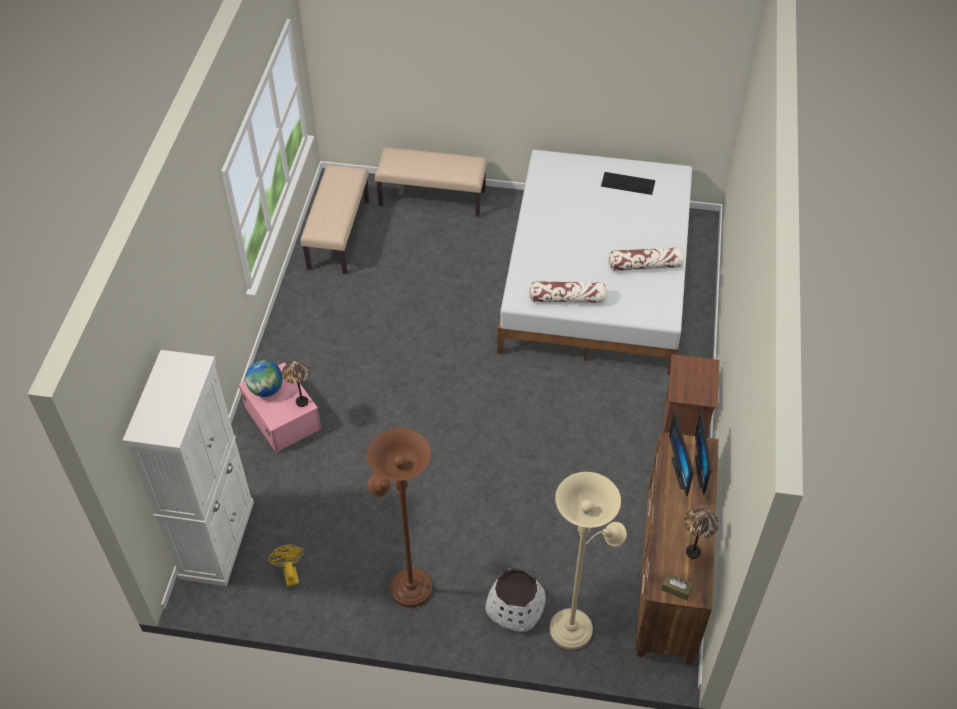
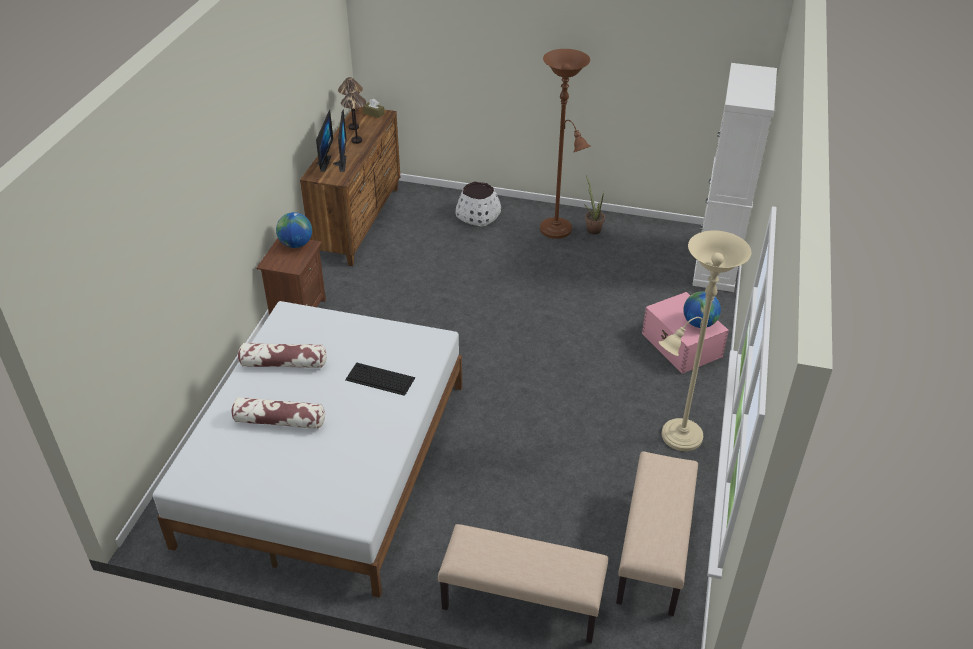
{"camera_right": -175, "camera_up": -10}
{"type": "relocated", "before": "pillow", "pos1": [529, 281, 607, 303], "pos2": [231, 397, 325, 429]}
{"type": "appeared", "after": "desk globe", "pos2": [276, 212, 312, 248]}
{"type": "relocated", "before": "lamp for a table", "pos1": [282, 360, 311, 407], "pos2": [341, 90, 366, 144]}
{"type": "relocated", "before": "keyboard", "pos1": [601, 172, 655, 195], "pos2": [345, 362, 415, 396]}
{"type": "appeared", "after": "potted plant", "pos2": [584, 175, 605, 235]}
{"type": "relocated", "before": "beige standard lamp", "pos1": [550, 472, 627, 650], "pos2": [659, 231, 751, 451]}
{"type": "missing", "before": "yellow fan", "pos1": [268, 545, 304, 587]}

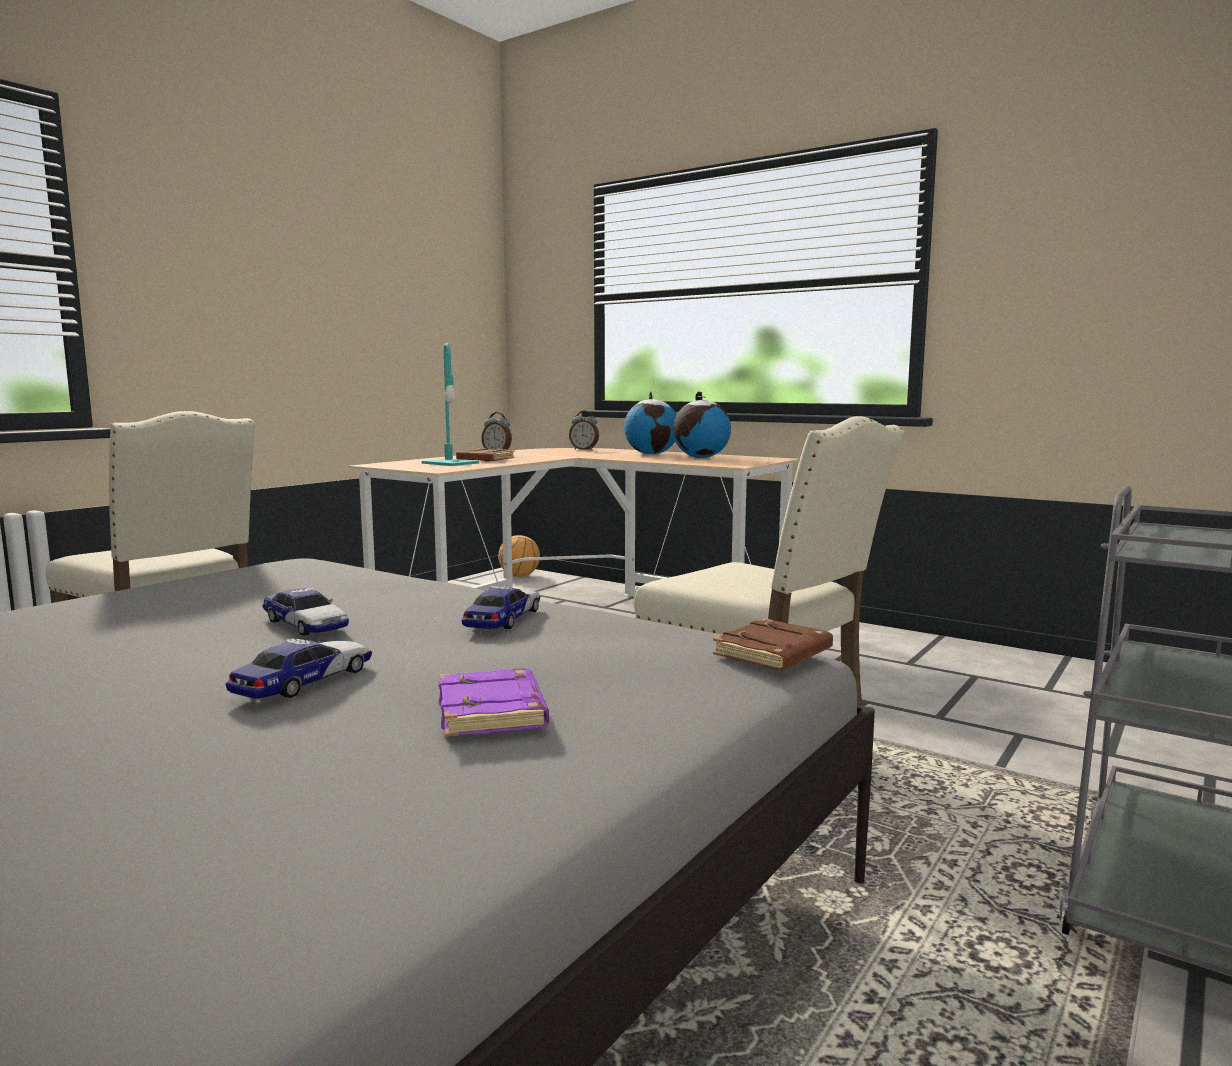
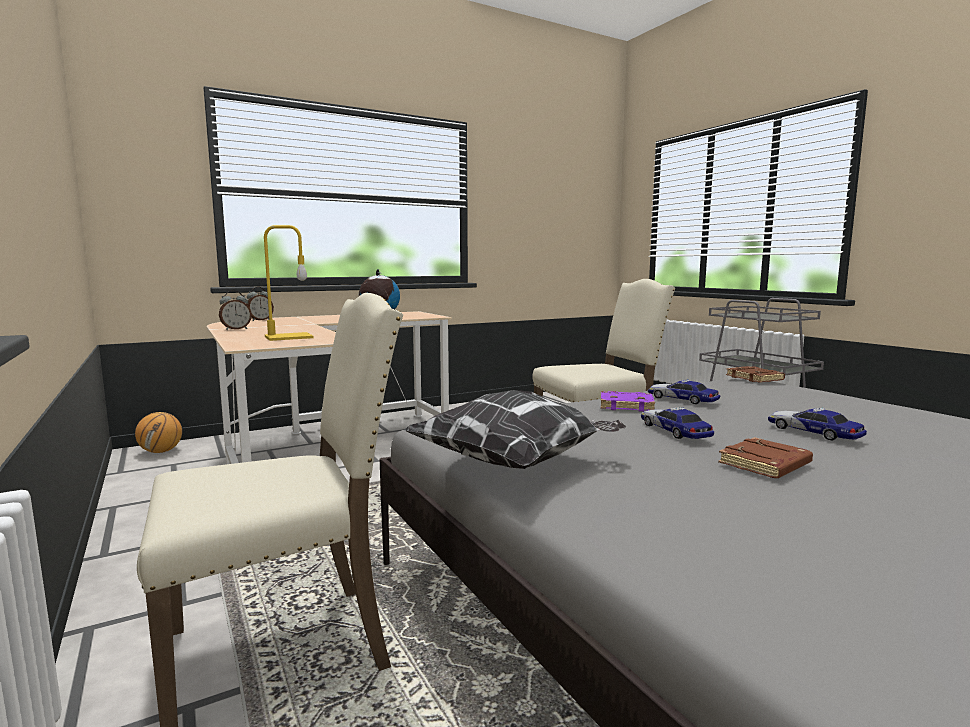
{"camera_right": -65, "camera_up": 0}
{"type": "colour", "before": "blue-green lamp for a table", "after": "yellow lamp for a table", "pos1": [422, 343, 479, 466], "pos2": [264, 225, 314, 341]}
{"type": "appeared", "after": "pillow", "pos2": [404, 390, 626, 469]}
{"type": "relocated", "before": "purple book", "pos1": [438, 668, 549, 737], "pos2": [601, 391, 655, 412]}
{"type": "spun", "before": "toy car", "pos1": [262, 588, 349, 636], "pos2": [641, 407, 714, 439], "turn": -90}
{"type": "relocated", "before": "brown book", "pos1": [456, 448, 514, 462], "pos2": [718, 437, 813, 478]}
{"type": "missing", "before": "desk globe", "pos1": [624, 391, 677, 455]}

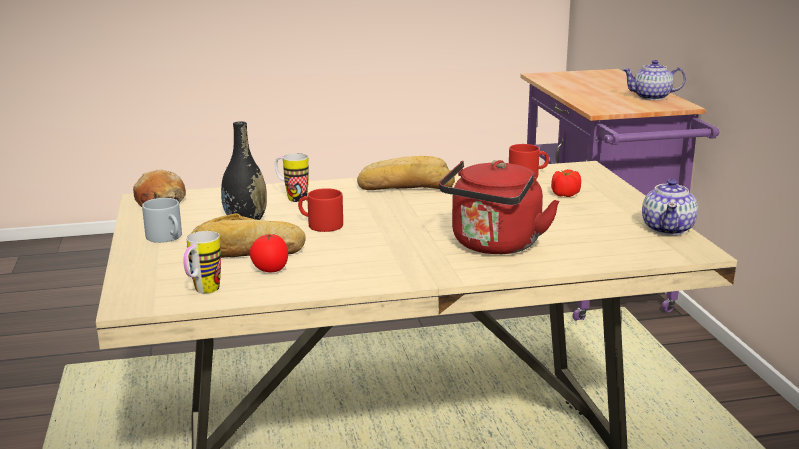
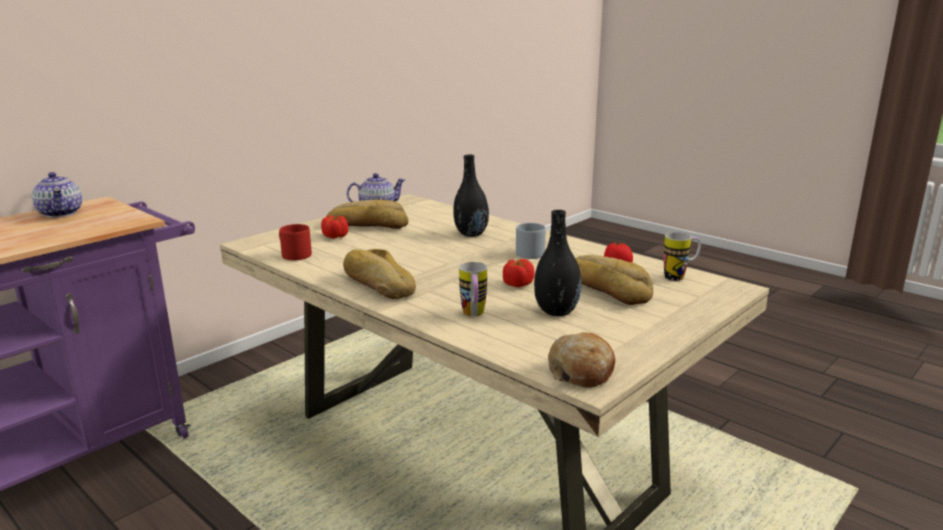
{"camera_right": -125, "camera_up": 0}
{"type": "appeared", "after": "bread", "pos2": [327, 200, 408, 229]}
{"type": "exchanged", "before": "reddish kettle", "after": "black flower vase", "pos1": [439, 160, 560, 254], "pos2": [453, 154, 489, 237]}
{"type": "exchanged", "before": "reddish tea mug", "after": "tomato", "pos1": [298, 188, 343, 232], "pos2": [503, 259, 534, 287]}
{"type": "relocated", "before": "greyish tea mug", "pos1": [142, 198, 182, 243], "pos2": [516, 223, 546, 259]}

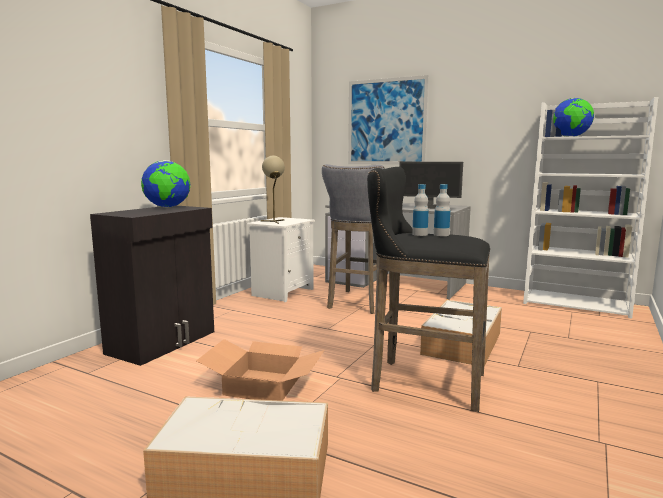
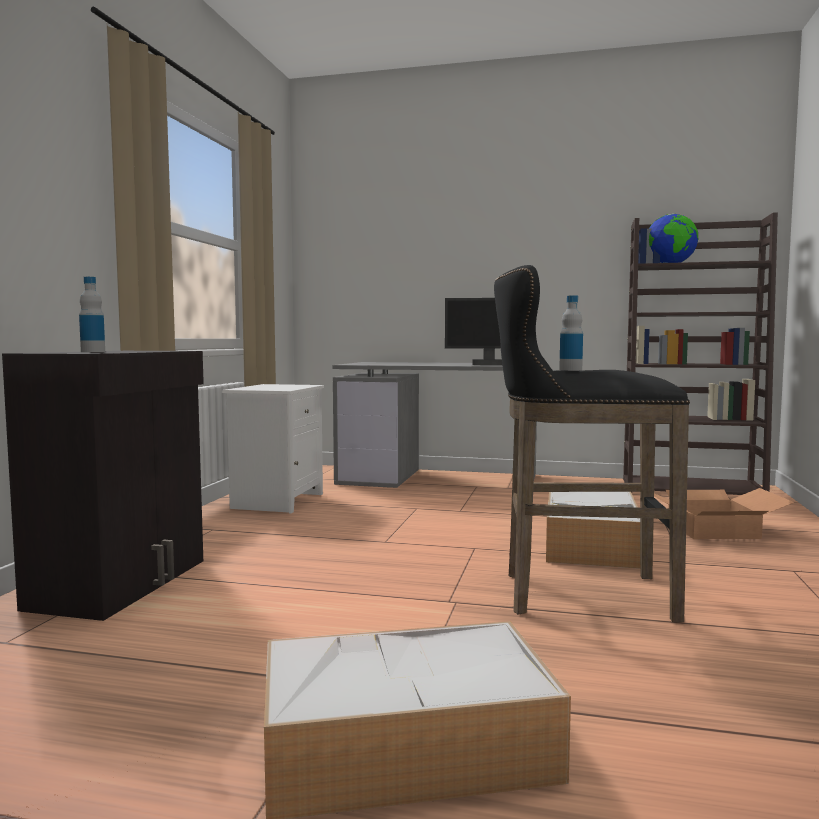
{"camera_right": -15, "camera_up": -5}
{"type": "relocated", "before": "bottle", "pos1": [434, 184, 450, 236], "pos2": [79, 277, 105, 352]}
{"type": "colour", "before": "white bookshelf", "after": "brown bookshelf", "pos1": [523, 97, 658, 319], "pos2": [623, 212, 778, 495]}
{"type": "relocated", "before": "cardboard box", "pos1": [196, 339, 325, 401], "pos2": [654, 488, 795, 539]}
{"type": "missing", "before": "desk globe", "pos1": [141, 160, 190, 207]}
{"type": "missing", "before": "beige lamp for a table", "pos1": [261, 156, 285, 224]}
{"type": "missing", "before": "greyish stool seat", "pos1": [322, 164, 390, 314]}
{"type": "missing", "before": "wall picture", "pos1": [348, 75, 429, 165]}

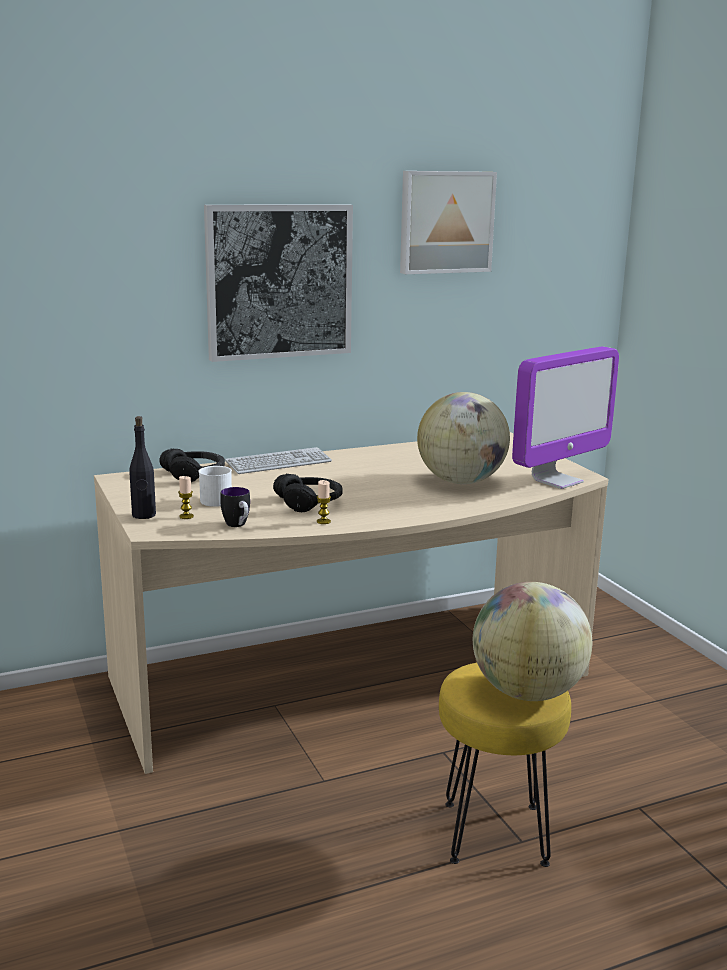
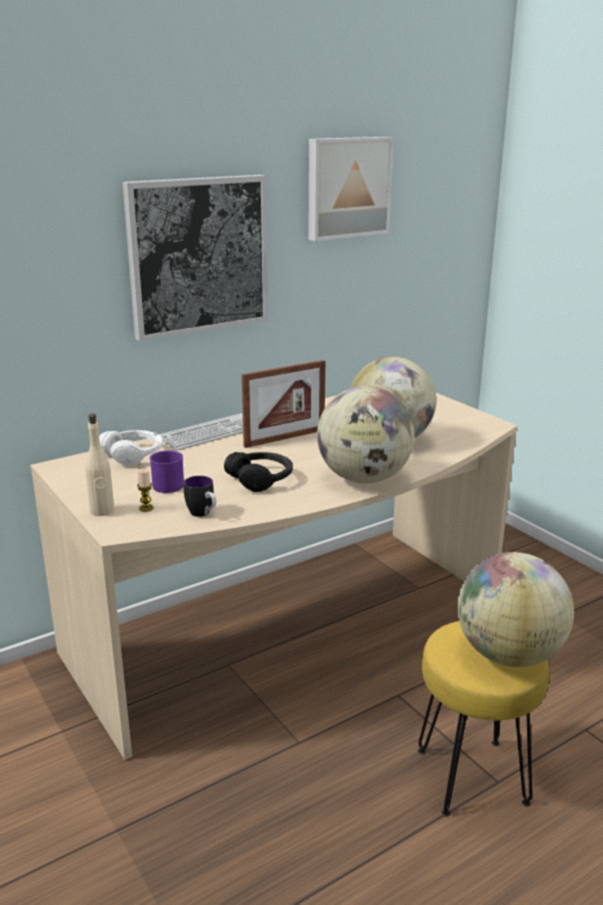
{"camera_right": -10, "camera_up": 5}
{"type": "colour", "before": "black bottle", "after": "beige bottle", "pos1": [129, 416, 156, 519], "pos2": [85, 414, 114, 516]}
{"type": "colour", "before": "black headphones", "after": "white headphones", "pos1": [159, 449, 225, 482], "pos2": [99, 430, 163, 466]}
{"type": "colour", "before": "white tea mug", "after": "purple tea mug", "pos1": [198, 466, 232, 507], "pos2": [150, 450, 184, 493]}
{"type": "appeared", "after": "standing frame", "pos2": [242, 360, 325, 448]}
{"type": "appeared", "after": "desk globe", "pos2": [317, 386, 415, 484]}
{"type": "missing", "before": "candle", "pos1": [317, 480, 331, 524]}
{"type": "missing", "before": "computer screen", "pos1": [512, 346, 619, 489]}

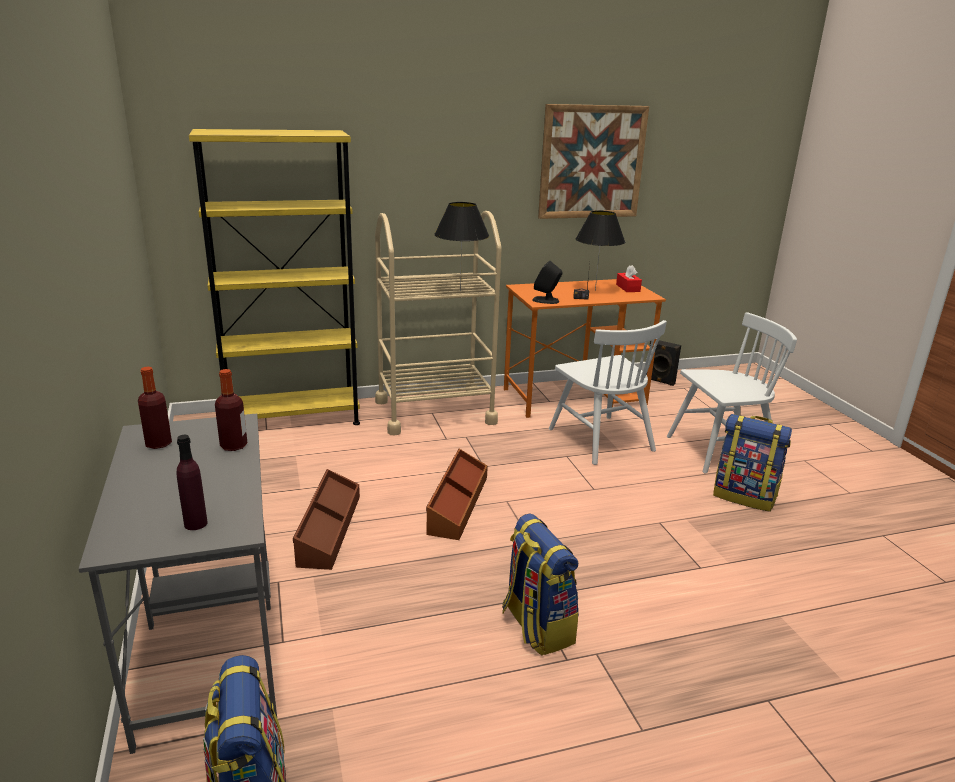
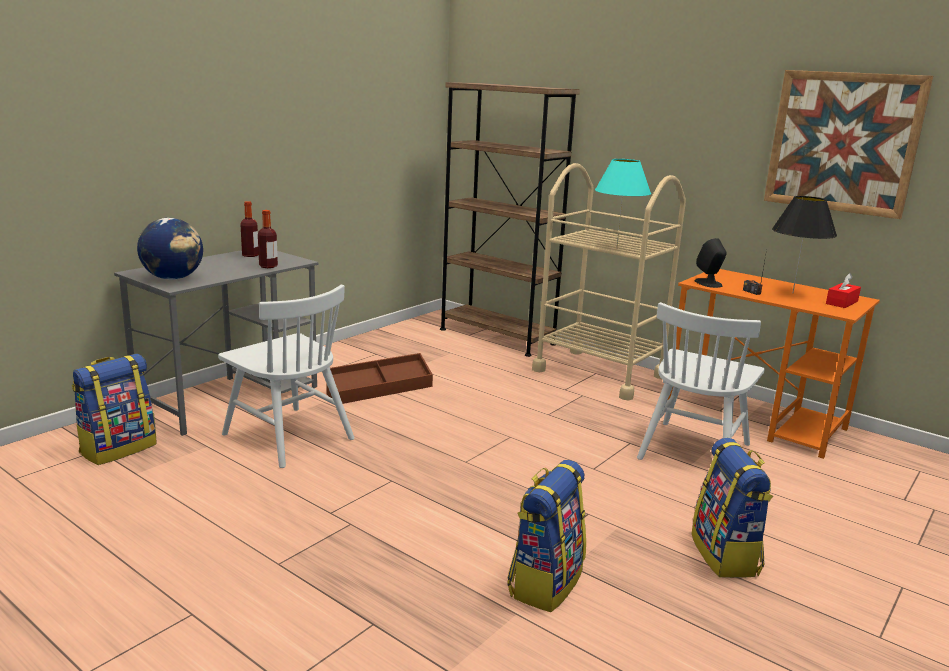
{"camera_right": 55, "camera_up": -5}
{"type": "exchanged", "before": "purple bottle", "after": "desk globe", "pos1": [177, 435, 208, 530], "pos2": [137, 218, 203, 280]}
{"type": "relocated", "before": "white chair", "pos1": [667, 312, 797, 474], "pos2": [218, 285, 355, 468]}
{"type": "colour", "before": "yellow bookshelf", "after": "brown bookshelf", "pos1": [189, 129, 360, 425], "pos2": [440, 82, 580, 357]}
{"type": "relocated", "before": "backpack", "pos1": [502, 514, 579, 655], "pos2": [507, 460, 586, 612]}
{"type": "colour", "before": "black lamp for a table", "after": "blue-green lamp for a table", "pos1": [434, 202, 489, 291], "pos2": [595, 159, 651, 249]}
{"type": "missing", "before": "brown storage box", "pos1": [426, 449, 488, 540]}
{"type": "missing", "before": "black speaker", "pos1": [646, 340, 681, 386]}

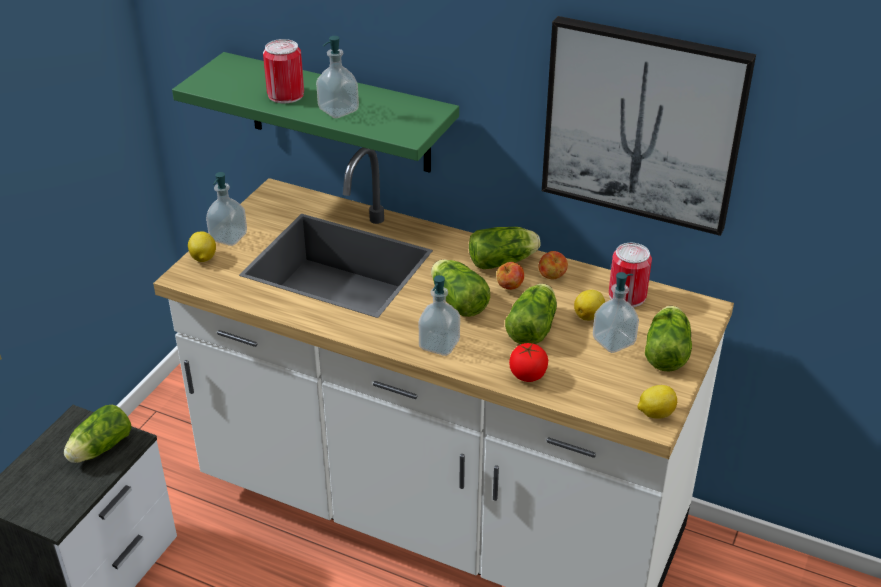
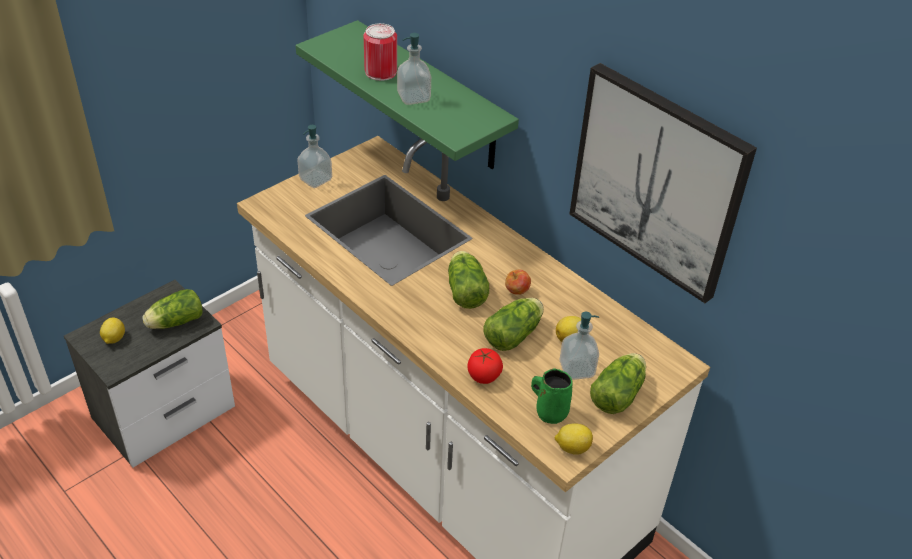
{"camera_right": 20, "camera_up": 5}
{"type": "relocated", "before": "citrus fruit", "pos1": [188, 232, 216, 262], "pos2": [100, 317, 125, 344]}
{"type": "appeared", "after": "green tea mug", "pos2": [531, 369, 573, 424]}
{"type": "missing", "before": "liquid soap bottle", "pos1": [419, 275, 460, 356]}
{"type": "missing", "before": "lettuce", "pos1": [469, 227, 541, 269]}
{"type": "missing", "before": "apple fruit", "pos1": [538, 251, 568, 279]}
{"type": "missing", "before": "sealed can", "pos1": [609, 243, 652, 307]}

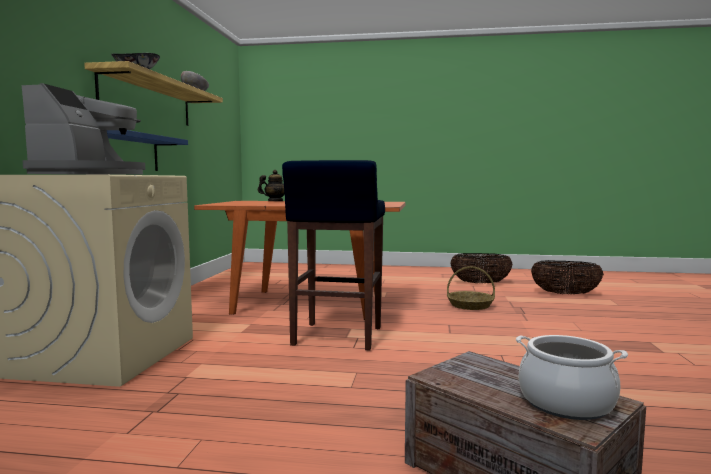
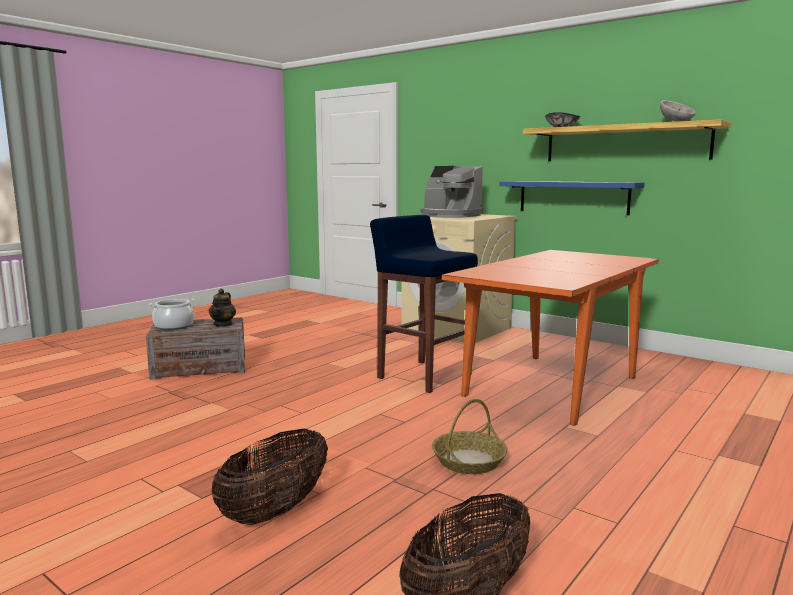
{"camera_right": 120, "camera_up": 5}
{"type": "relocated", "before": "pot for tea", "pos1": [258, 170, 285, 201], "pos2": [209, 289, 236, 327]}
{"type": "relocated", "before": "household basket", "pos1": [450, 253, 513, 284], "pos2": [211, 428, 328, 525]}

